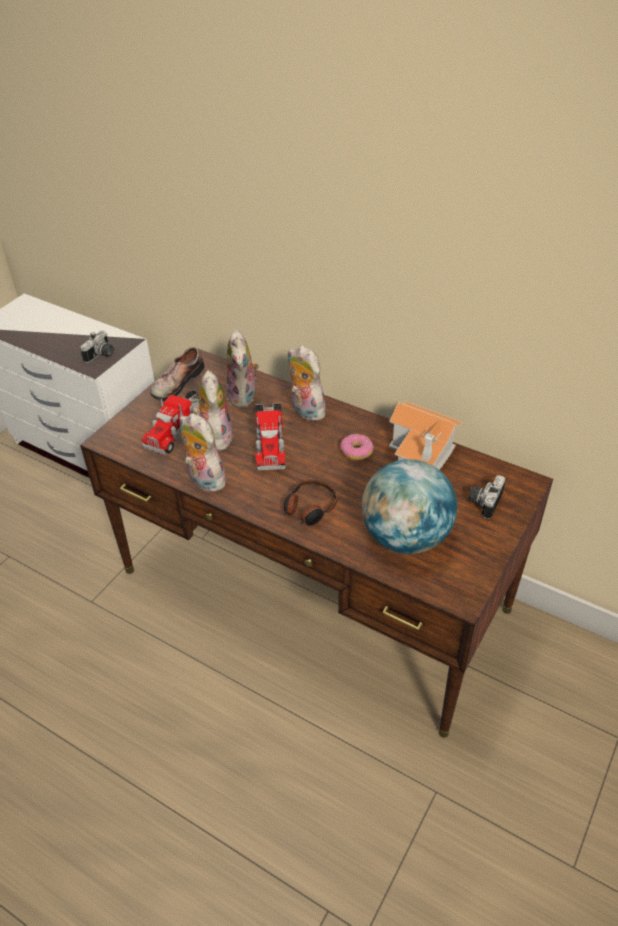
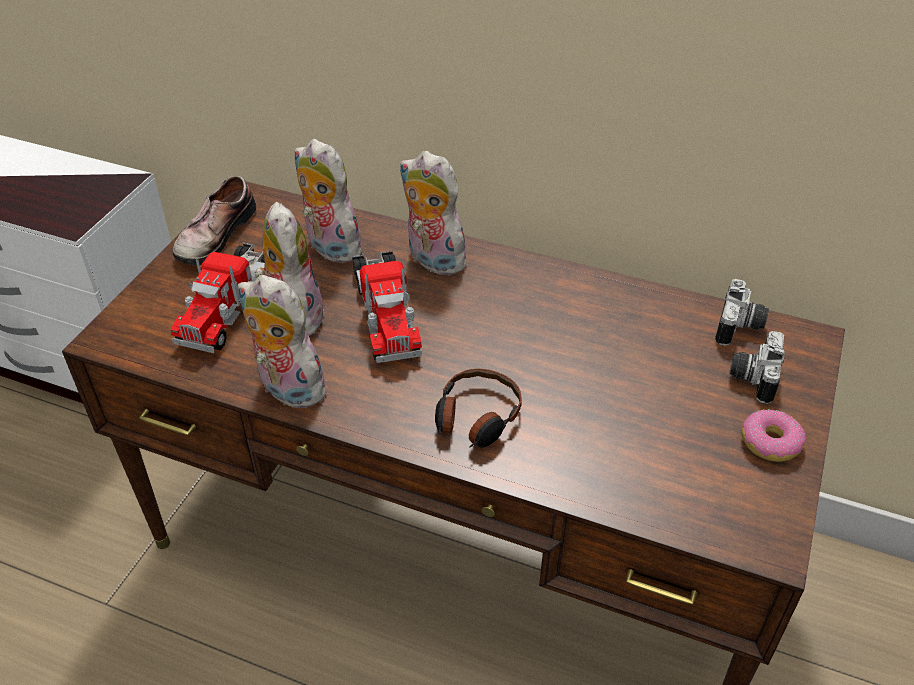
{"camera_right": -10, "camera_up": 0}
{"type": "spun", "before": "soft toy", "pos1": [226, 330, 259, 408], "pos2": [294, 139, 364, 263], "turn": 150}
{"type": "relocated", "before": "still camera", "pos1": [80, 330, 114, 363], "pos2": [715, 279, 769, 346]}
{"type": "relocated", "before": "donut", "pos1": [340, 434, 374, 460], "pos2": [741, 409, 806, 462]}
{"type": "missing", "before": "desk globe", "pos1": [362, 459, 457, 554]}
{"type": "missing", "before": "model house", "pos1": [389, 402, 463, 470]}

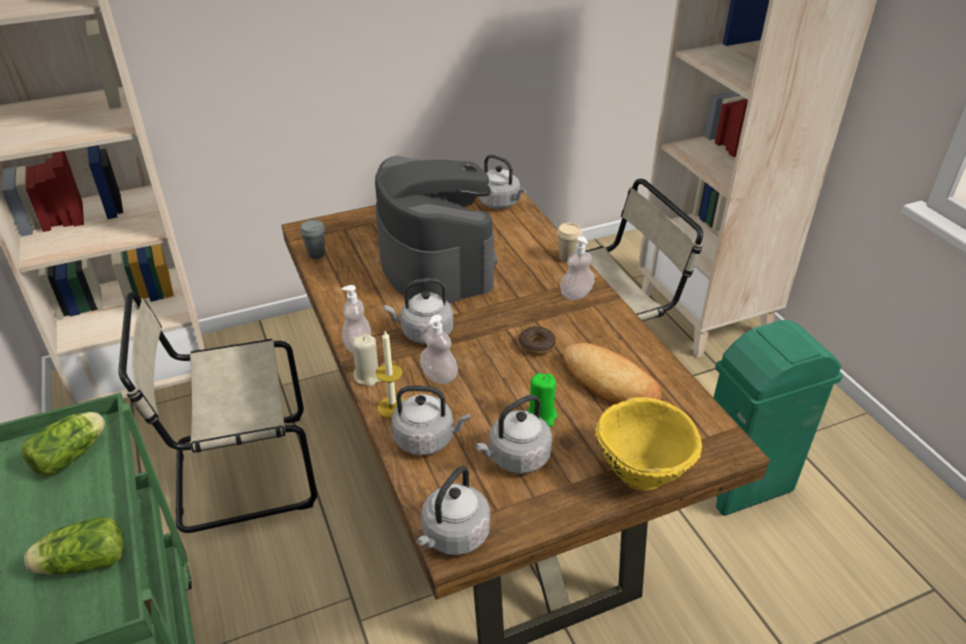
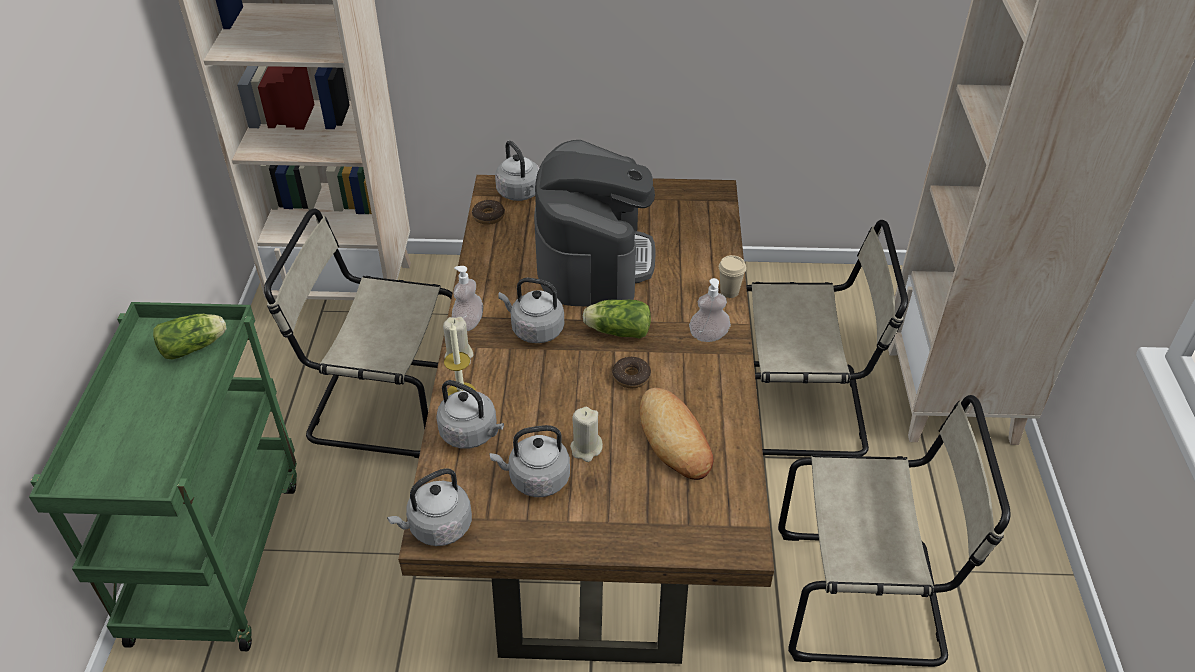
{"camera_right": 25, "camera_up": 5}
{"type": "exchanged", "before": "greyish drinking cup", "after": "donut", "pos1": [300, 220, 325, 259], "pos2": [472, 200, 505, 225]}
{"type": "relocated", "before": "greyish kettle", "pos1": [479, 154, 526, 209], "pos2": [495, 140, 539, 201]}
{"type": "colour", "before": "green candle", "after": "beige candle", "pos1": [528, 373, 557, 427], "pos2": [570, 407, 603, 462]}
{"type": "relocated", "before": "lettuce", "pos1": [24, 517, 124, 575], "pos2": [583, 300, 651, 339]}
{"type": "exchanged", "before": "green trash can", "after": "beige chair", "pos1": [713, 320, 843, 516], "pos2": [778, 395, 1011, 667]}
{"type": "missing", "before": "liquid soap bottle", "pos1": [420, 315, 458, 384]}
{"type": "missing", "before": "yellow serving bowl", "pos1": [595, 397, 702, 491]}

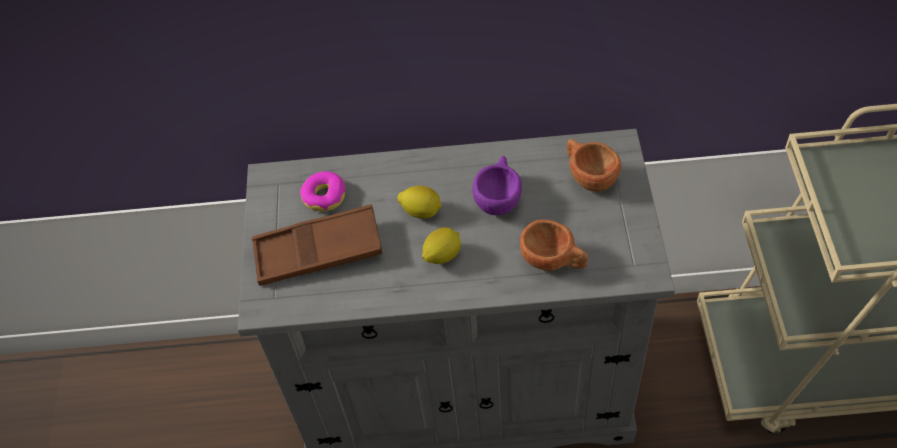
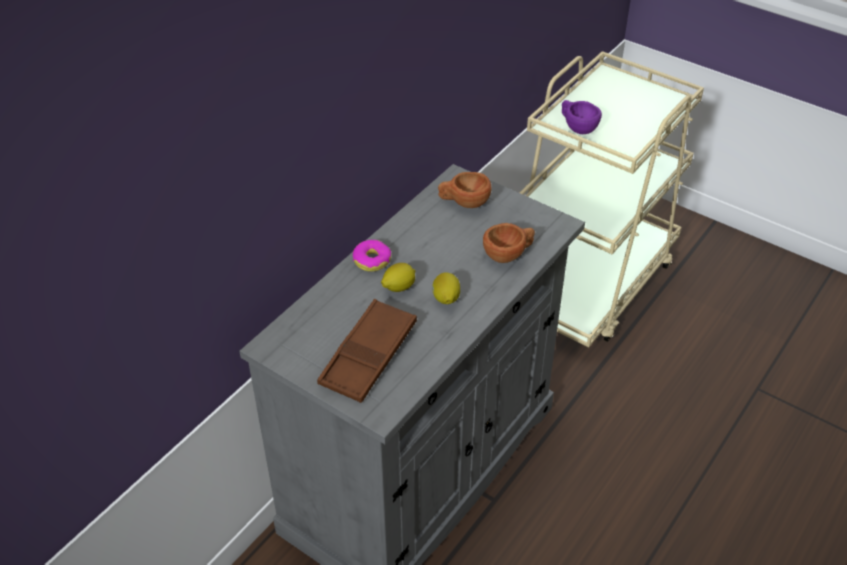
{"camera_right": -55, "camera_up": -10}
{"type": "relocated", "before": "donut", "pos1": [300, 171, 345, 211], "pos2": [353, 240, 391, 272]}
{"type": "relocated", "before": "purple drinking cup", "pos1": [472, 156, 522, 215], "pos2": [562, 100, 602, 134]}

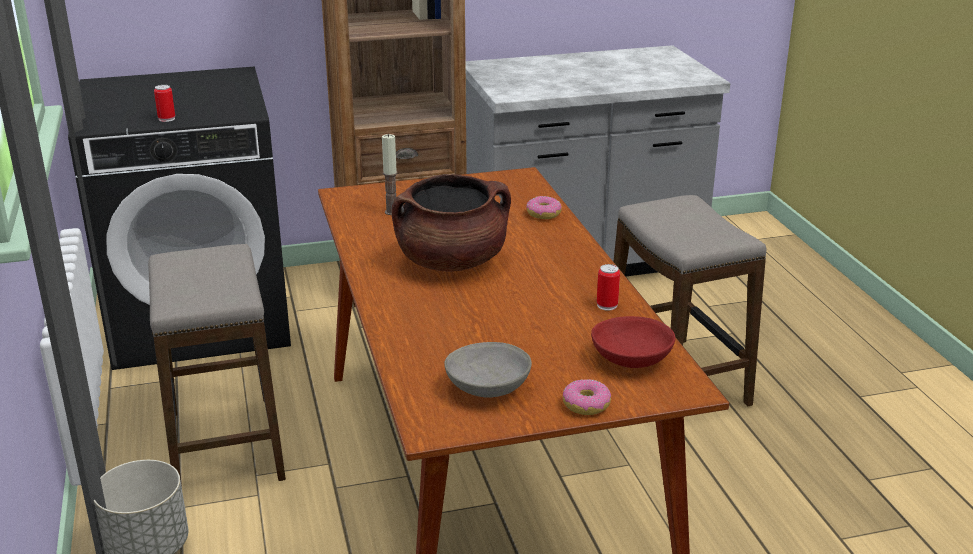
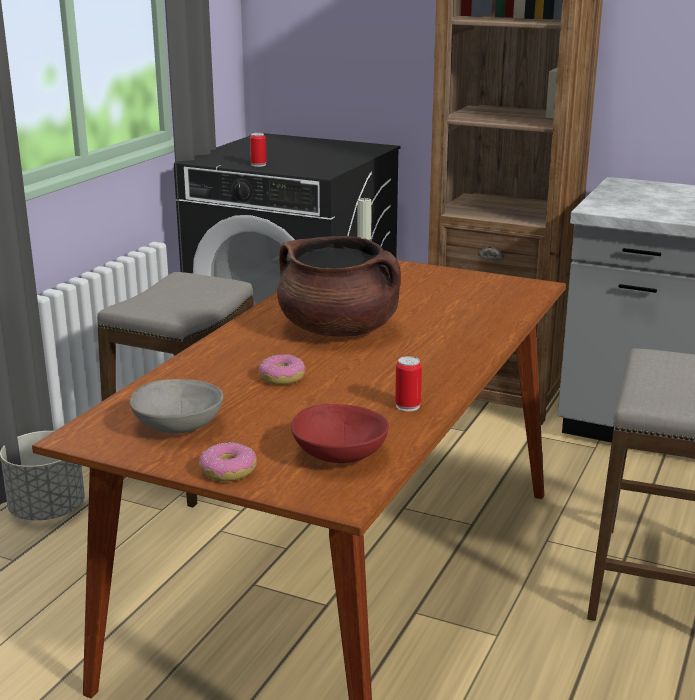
{"camera_right": 40, "camera_up": -5}
{"type": "relocated", "before": "donut", "pos1": [526, 196, 562, 219], "pos2": [259, 354, 306, 385]}

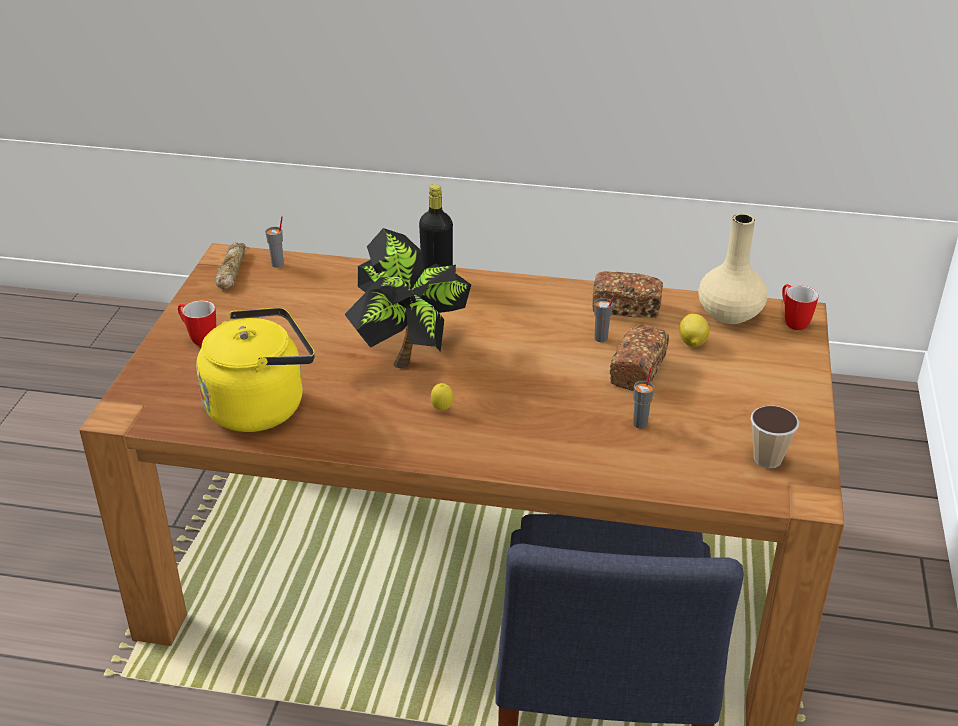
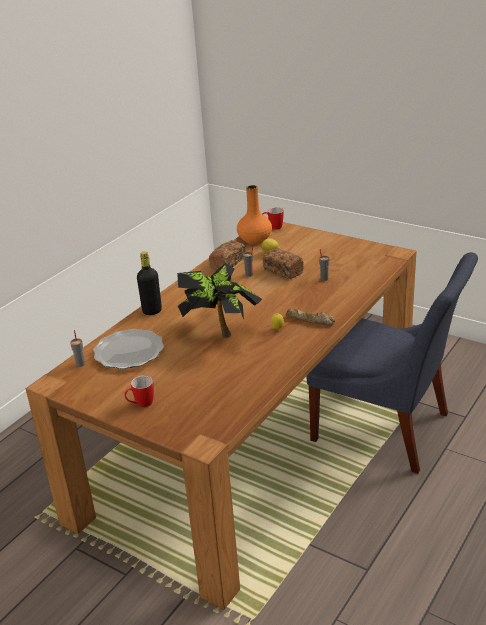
{"camera_right": -65, "camera_up": -5}
{"type": "appeared", "after": "plate", "pos2": [93, 329, 164, 369]}
{"type": "colour", "before": "beige flower vase", "after": "orangey flower vase", "pos1": [698, 214, 768, 324], "pos2": [237, 185, 272, 244]}
{"type": "relocated", "before": "bread", "pos1": [216, 242, 246, 289], "pos2": [285, 309, 335, 326]}
{"type": "missing", "before": "yellow kettle", "pos1": [196, 307, 315, 432]}
{"type": "missing", "before": "drinking cup", "pos1": [751, 406, 799, 468]}

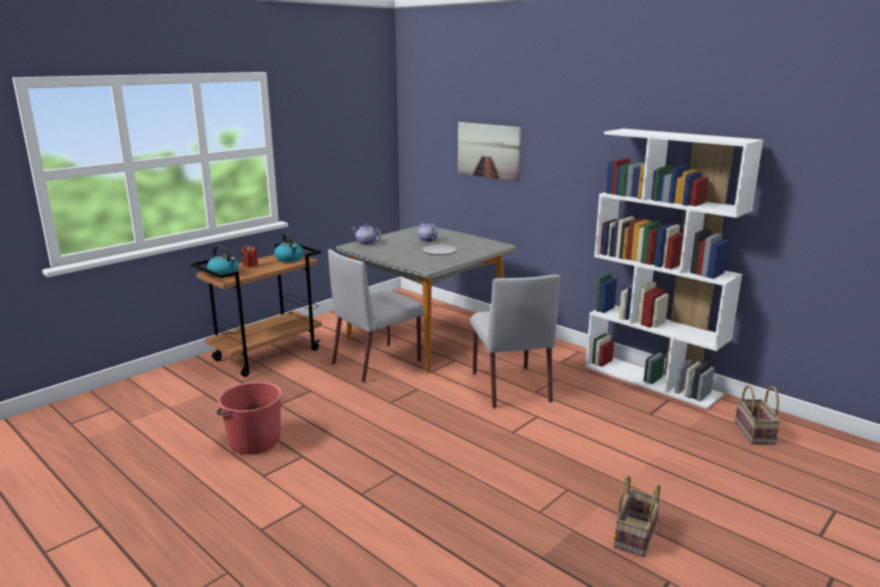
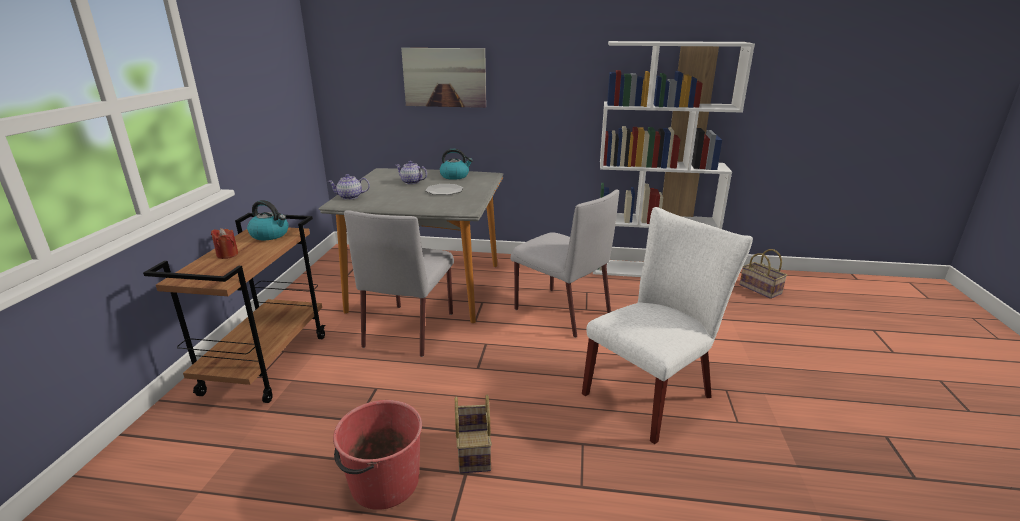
{"camera_right": -35, "camera_up": 5}
{"type": "relocated", "before": "kettle", "pos1": [207, 245, 239, 276], "pos2": [440, 149, 473, 180]}
{"type": "relocated", "before": "household basket", "pos1": [614, 475, 661, 557], "pos2": [455, 395, 492, 474]}
{"type": "appeared", "after": "white chair", "pos2": [582, 207, 753, 444]}

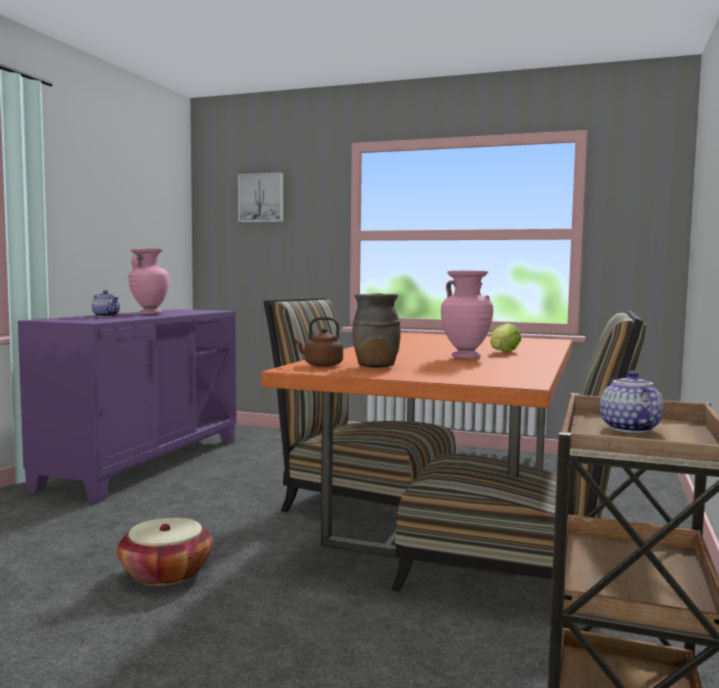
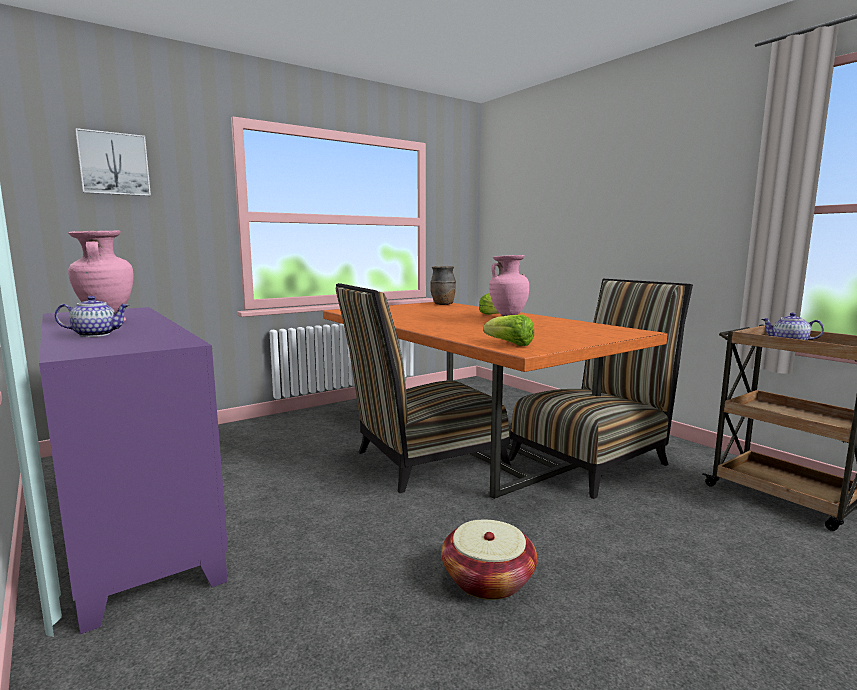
{"camera_right": -55, "camera_up": 5}
{"type": "relocated", "before": "brown flower vase", "pos1": [352, 293, 401, 367], "pos2": [430, 266, 456, 305]}
{"type": "exchanged", "before": "brown kettle", "after": "lettuce", "pos1": [294, 317, 343, 367], "pos2": [483, 315, 534, 346]}

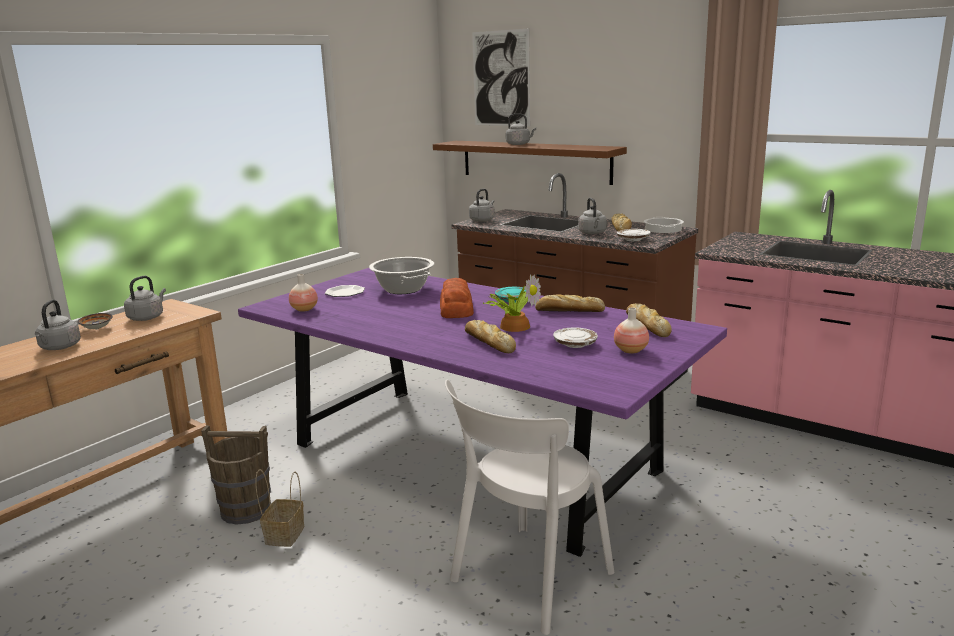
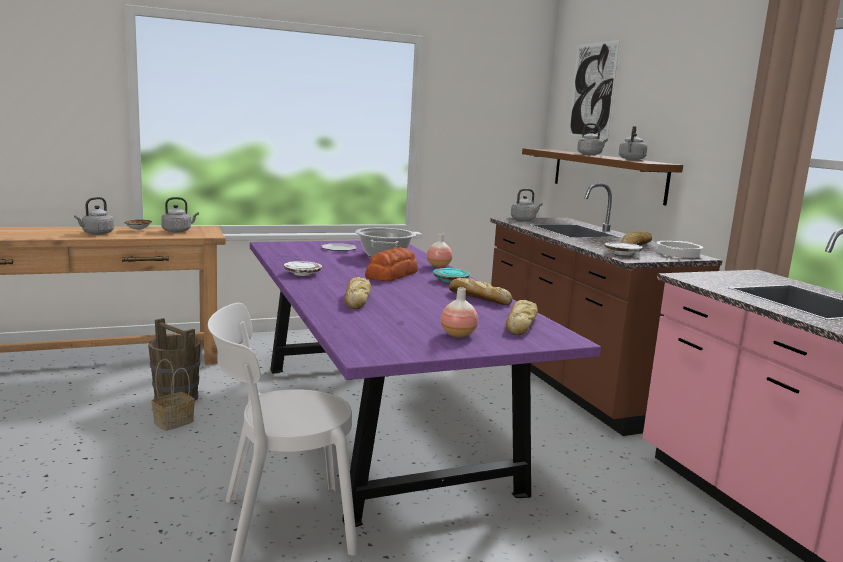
{"camera_right": 30, "camera_up": -5}
{"type": "relocated", "before": "white plate", "pos1": [553, 327, 598, 348], "pos2": [284, 261, 322, 276]}
{"type": "relocated", "before": "flower vase", "pos1": [289, 274, 318, 312], "pos2": [427, 233, 452, 268]}
{"type": "relocated", "before": "greyish kettle", "pos1": [578, 198, 607, 234], "pos2": [619, 125, 647, 160]}
{"type": "missing", "before": "potted plant", "pos1": [483, 274, 541, 332]}

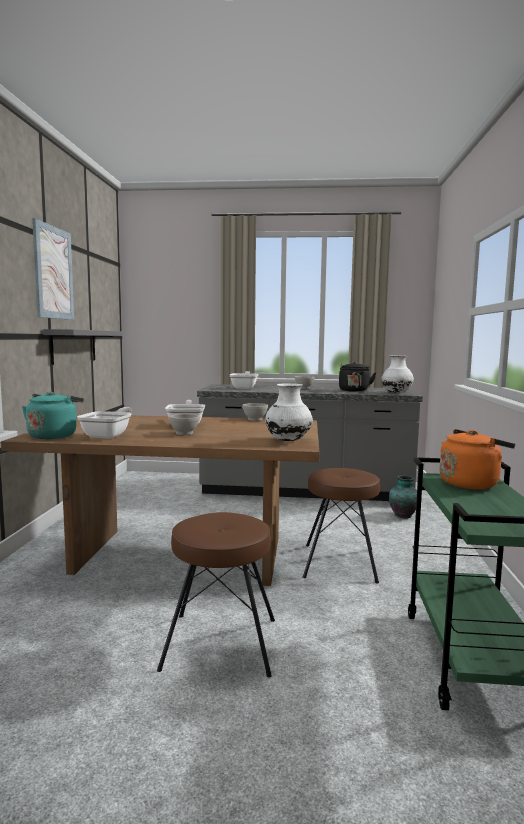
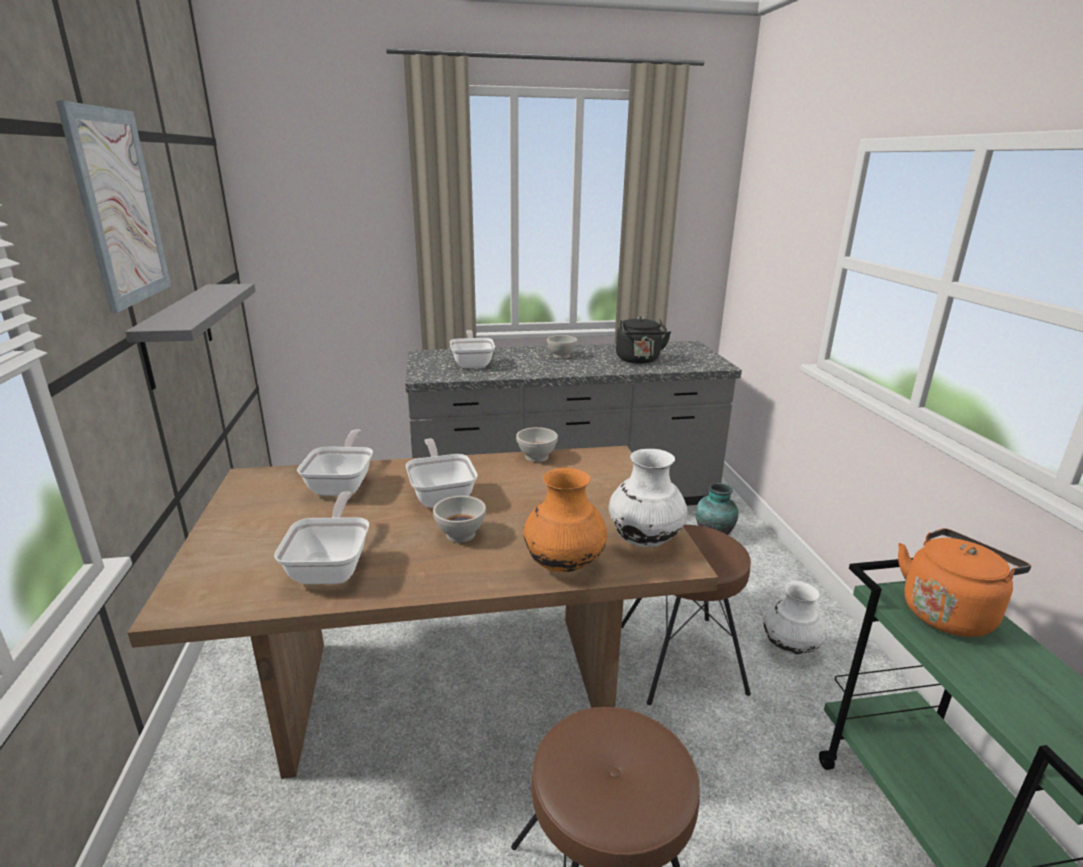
{"camera_right": -15, "camera_up": 15}
{"type": "appeared", "after": "pan", "pos2": [297, 429, 373, 496]}
{"type": "appeared", "after": "orangey flower vase", "pos2": [523, 468, 607, 572]}
{"type": "relocated", "before": "white flower vase", "pos1": [382, 355, 414, 393], "pos2": [763, 581, 826, 654]}
{"type": "missing", "before": "blue-green kettle", "pos1": [22, 392, 84, 439]}

